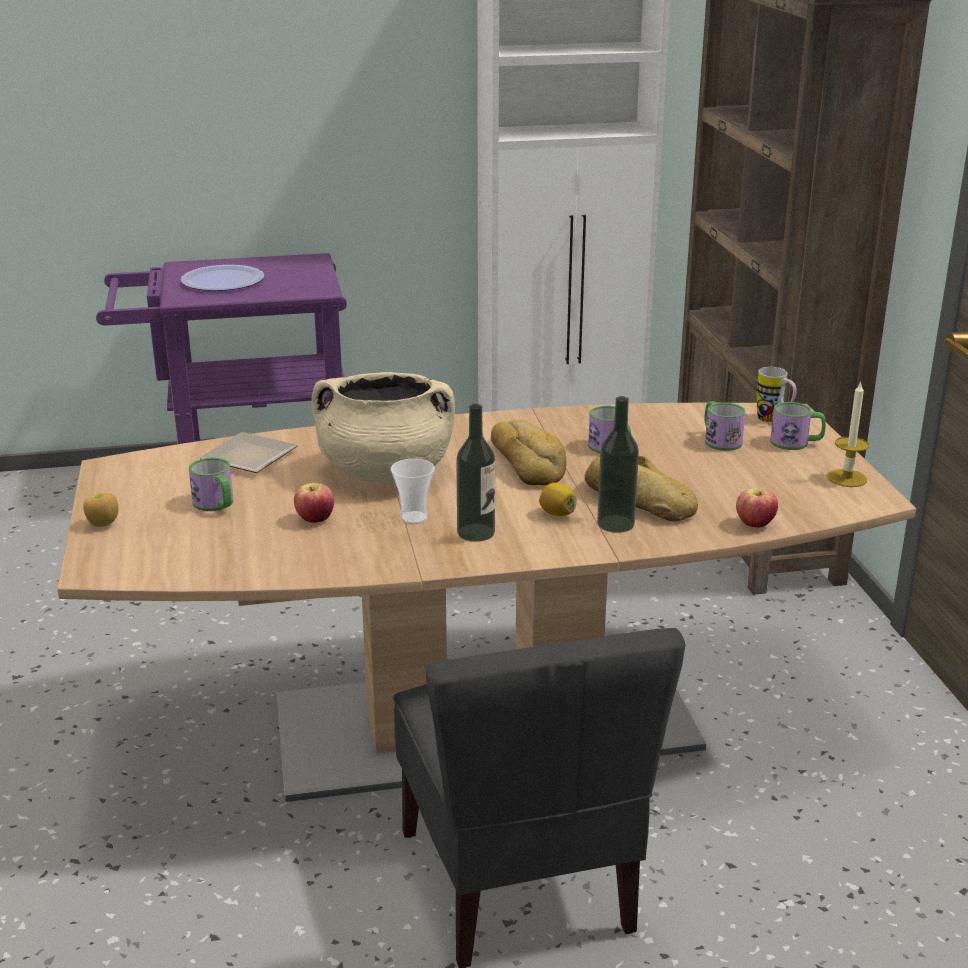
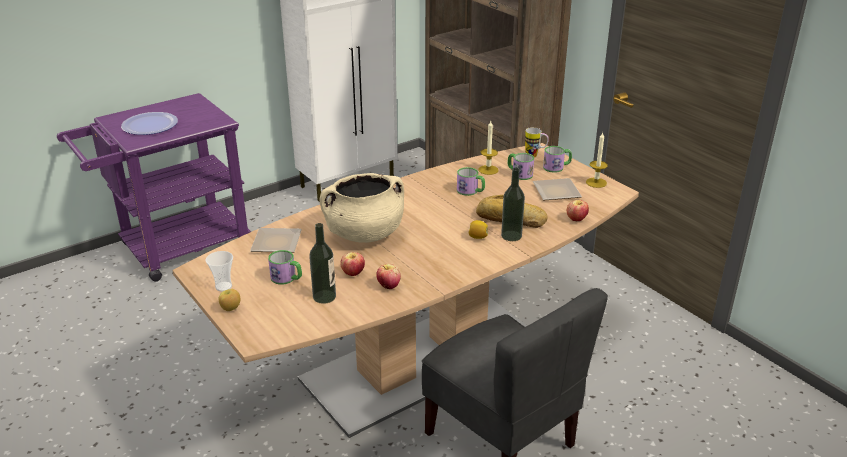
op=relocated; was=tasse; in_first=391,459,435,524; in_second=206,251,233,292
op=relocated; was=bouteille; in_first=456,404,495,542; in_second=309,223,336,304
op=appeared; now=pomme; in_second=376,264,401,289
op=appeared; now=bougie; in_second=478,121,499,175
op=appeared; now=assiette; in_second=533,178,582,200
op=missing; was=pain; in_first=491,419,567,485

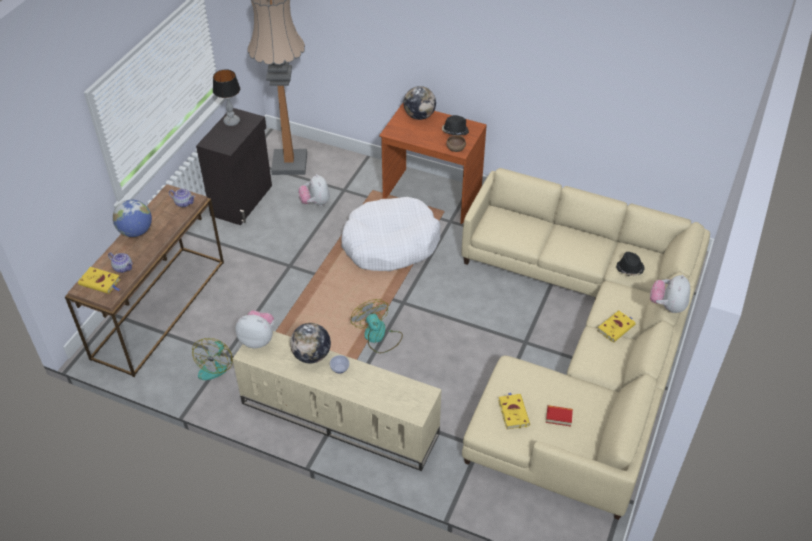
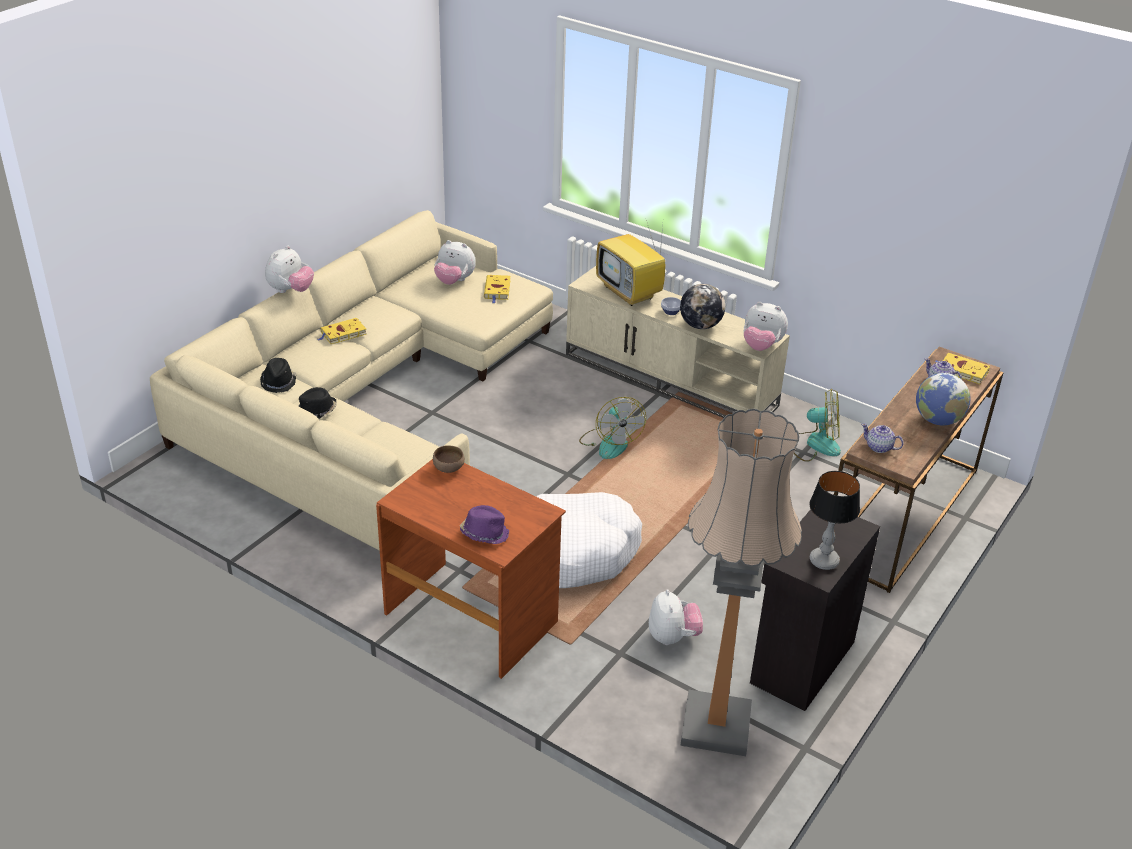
op=relocated; was=chapeau/noir; in_first=442,115,469,135; in_second=299,387,337,419
op=exchanged; was=livre; now=peluche; in_first=546,405,573,426; in_second=434,240,476,285
op=exchanged; was=globe; now=chapeau/violet; in_first=403,86,436,120; in_second=460,505,510,544
op=appeared; now=téléviseur; in_second=596,220,665,306
op=spun; was=ventilateur; in_first=192,338,233,380; in_second=794,389,841,462; clockwise=75

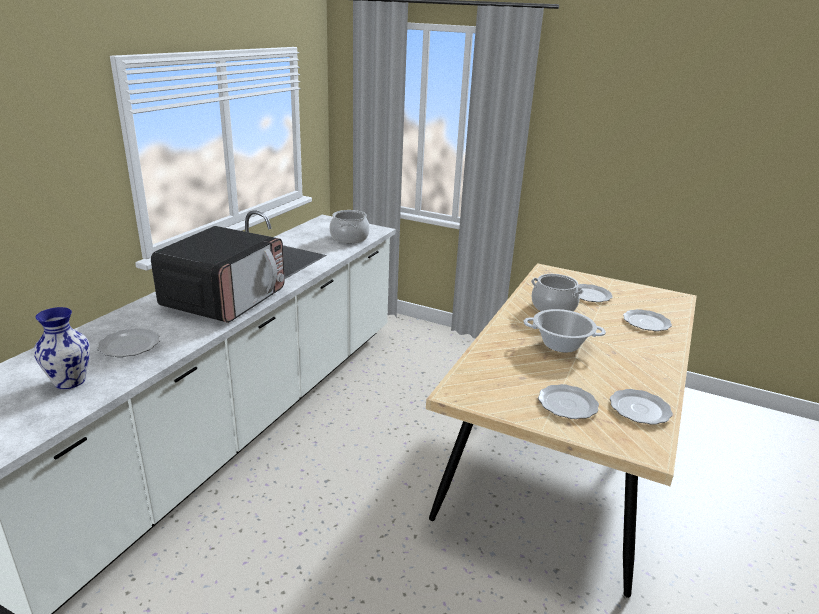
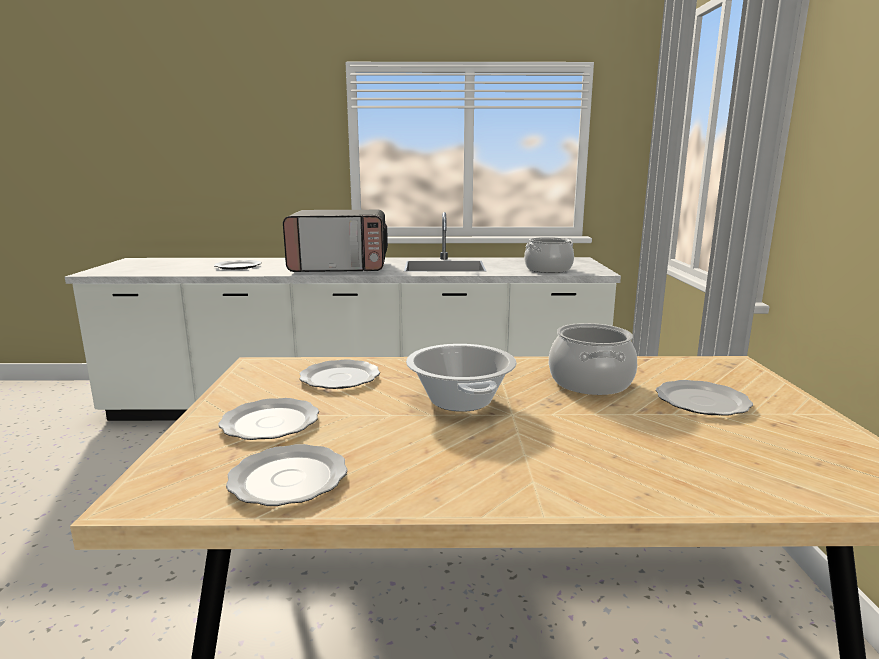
op=relocated; was=assiette; in_first=623,309,672,331; in_second=299,360,380,389
op=missing; was=vase; in_first=34,307,90,389

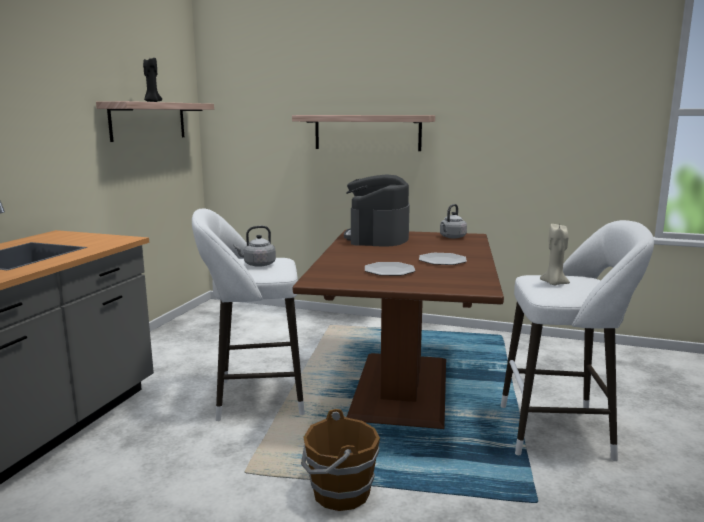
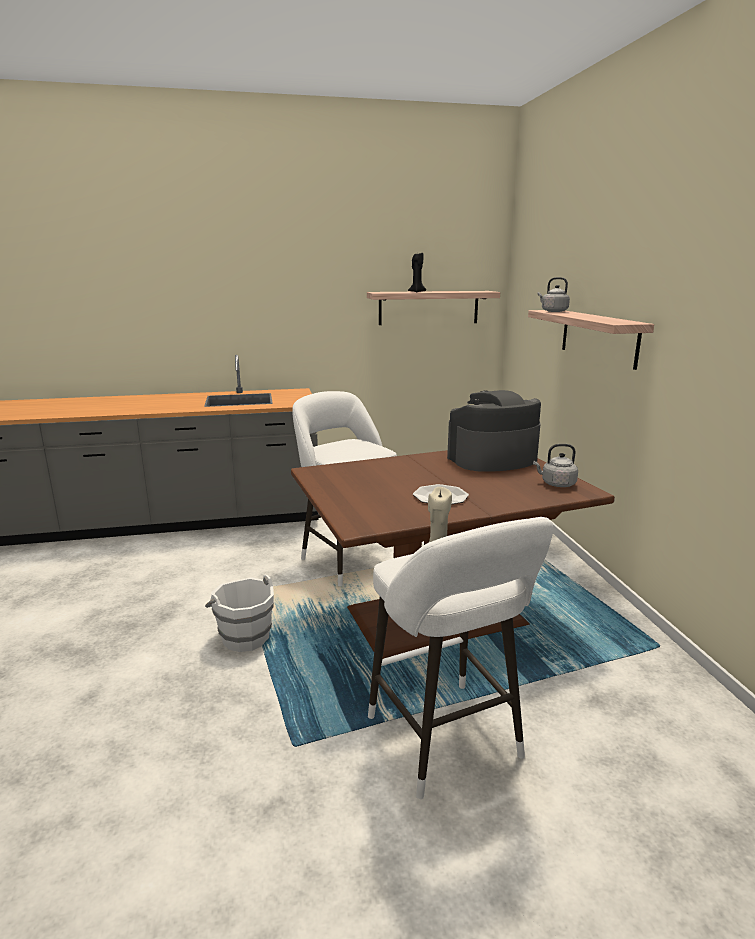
op=colour; was=seau/marron; now=seau/blanc; in_first=301,409,380,511; in_second=205,574,274,652
op=relocated; was=bouilloire/gris; in_first=233,226,276,267; in_second=538,277,570,312
op=missing; was=assiette; in_first=365,262,415,276

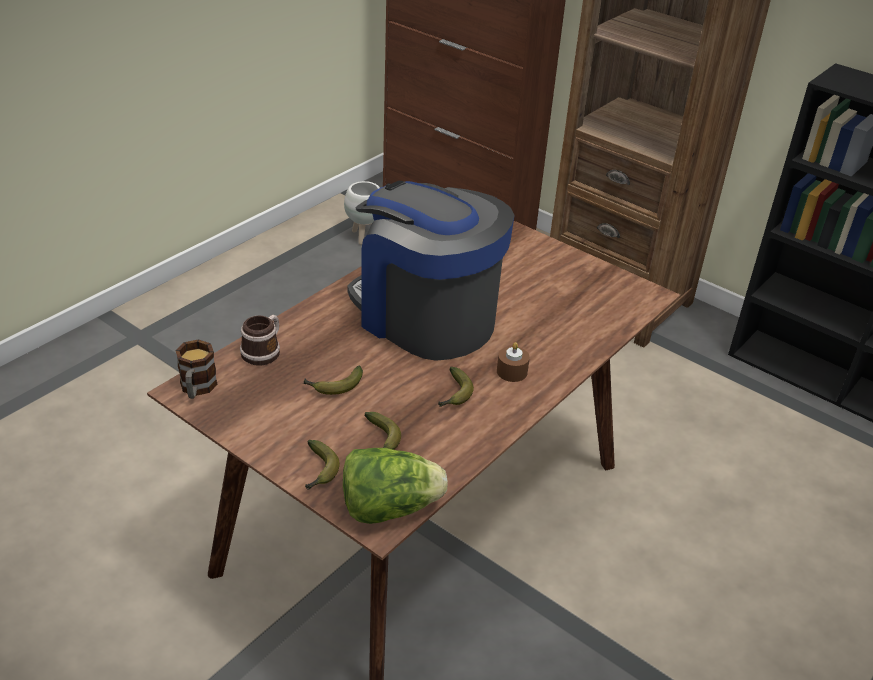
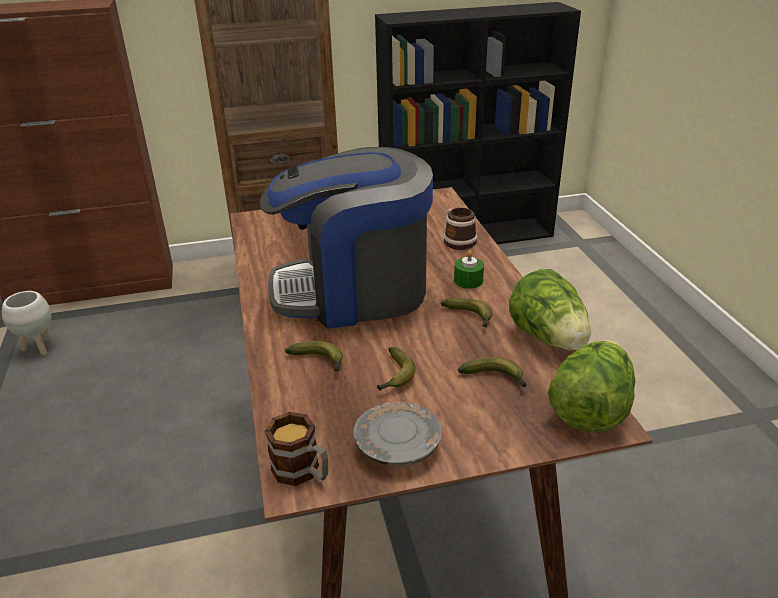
op=relocated; was=banane; in_first=305,440,340,490; in_second=285,341,343,372
op=appeared; now=assiette/gris; in_second=353,402,442,467
op=relocated; was=mug; in_first=240,315,280,366; in_second=444,208,477,250
op=colour; was=bougie/marron; now=bougie/vert; in_first=497,342,530,382; in_second=454,250,484,289
op=appeared; now=laitue; in_second=509,269,591,350

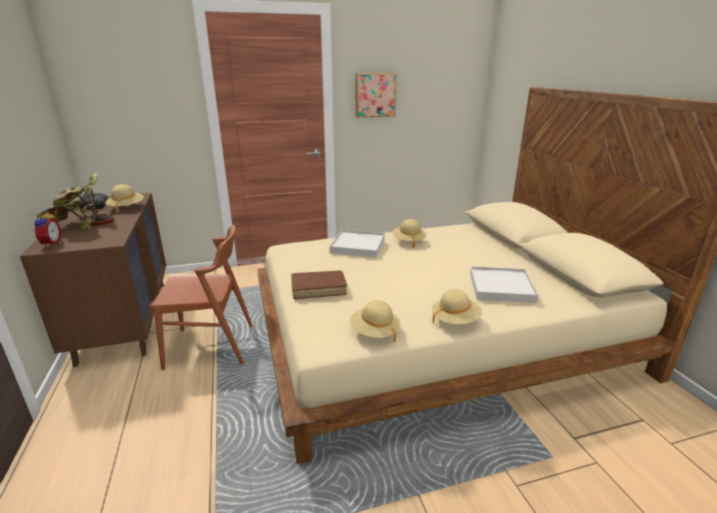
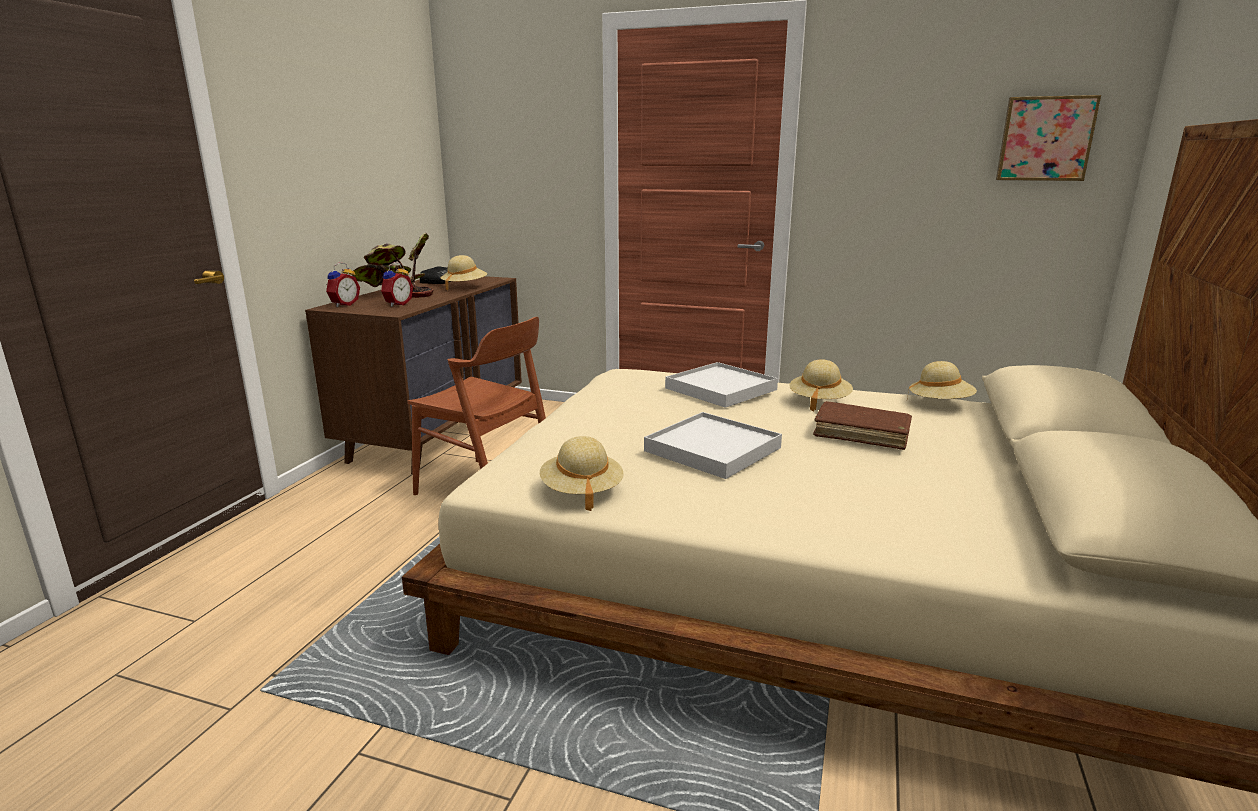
op=appeared; now=réveil; in_second=381,262,413,307
op=relocated; was=plateau/blanc; in_first=470,266,539,303; in_second=644,412,782,479
op=relocated; was=livre/marron; in_first=291,270,347,300; in_second=813,401,912,450
op=relocated; was=chapeau/beige; in_first=432,289,482,324; in_second=907,361,977,399
op=relocated; was=tableau; in_first=356,73,397,118; in_second=996,95,1101,181

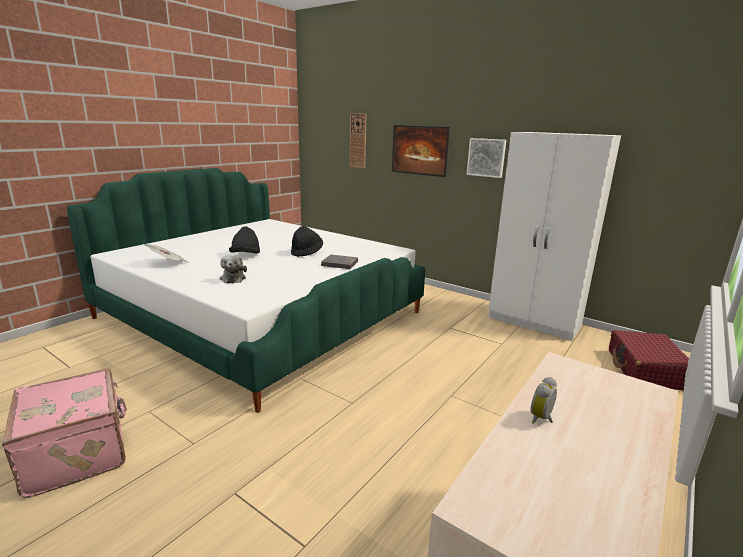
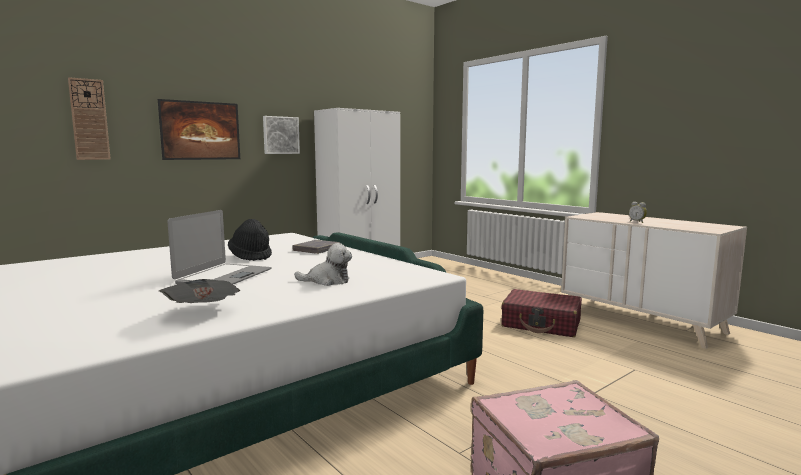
op=exchanged; was=chapeau/noir; now=ordinateur portable; in_first=229,226,260,254; in_second=167,210,272,285
op=relocated; was=valise/rouge; in_first=609,330,689,391; in_second=501,289,582,337

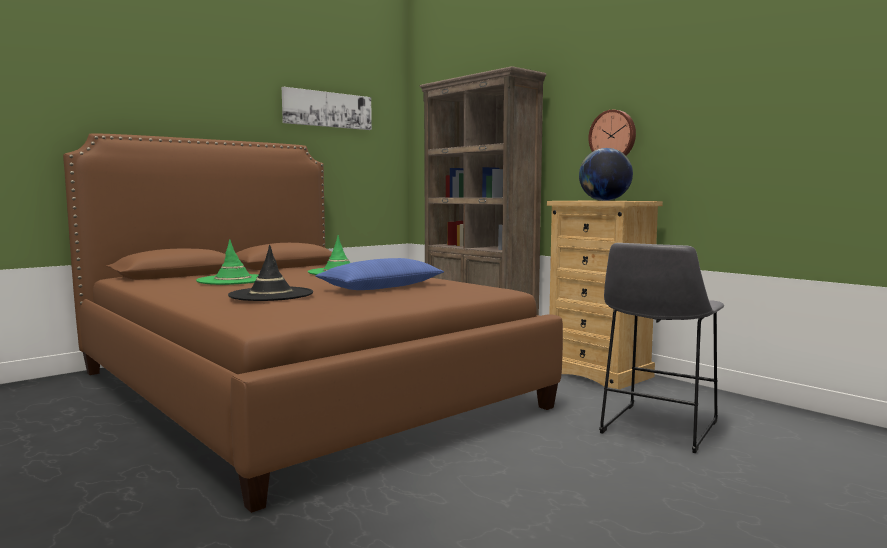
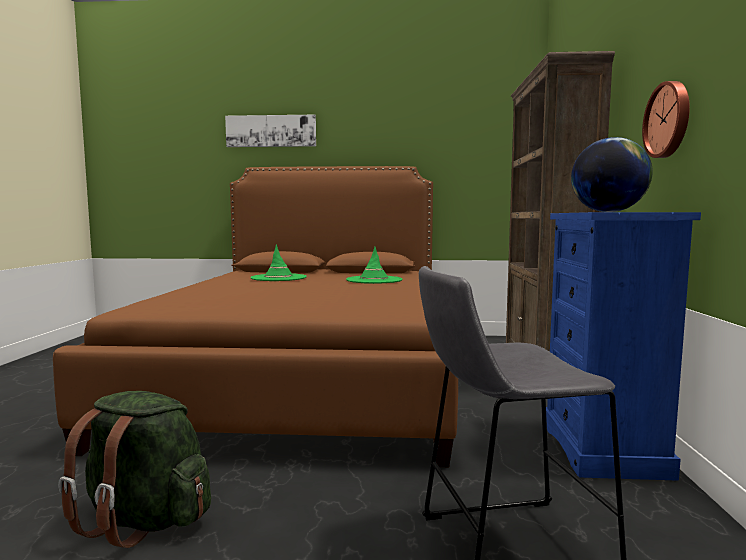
op=appeared; now=sac à dos/vert; in_second=58,391,211,548
op=relocated; was=tableau; in_first=282,87,372,130; in_second=225,115,316,147
op=colour; was=commode/beige; now=commode/bleu; in_first=547,201,663,389; in_second=546,212,701,481
op=missing; was=chapeau/noir; in_first=228,245,313,301
op=missing; was=coussin/bleu; in_first=315,258,444,290

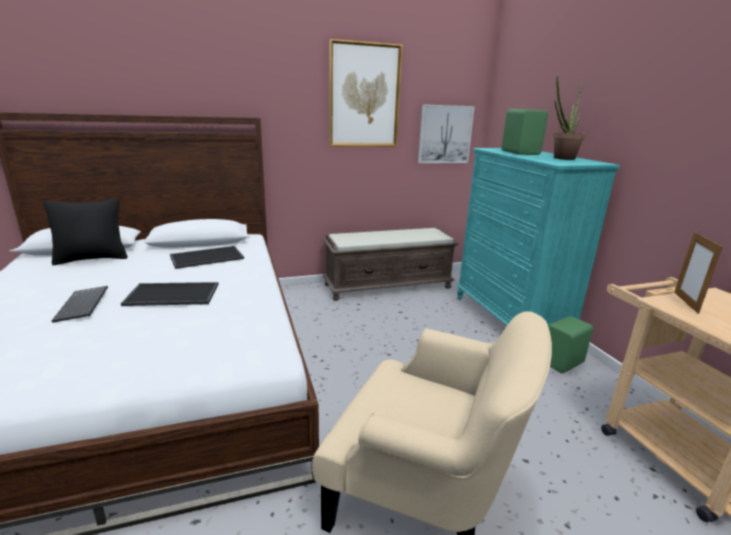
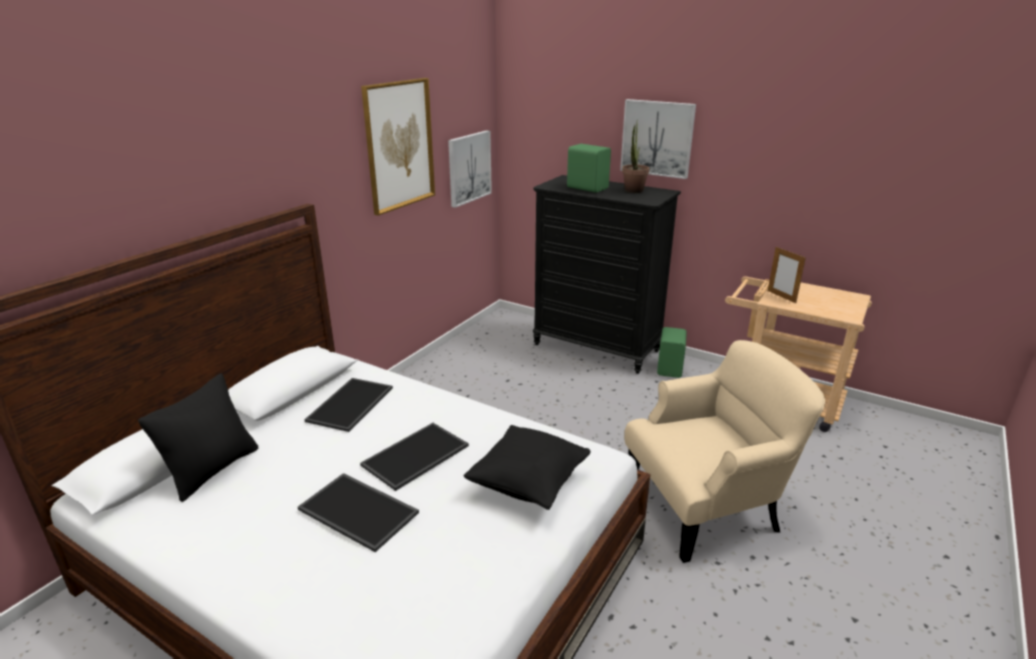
op=exchanged; was=clavier; now=plateau; in_first=52,286,108,323; in_second=298,473,419,552
op=appeared; now=coussin/noir; in_second=463,425,591,510
op=colour; was=commode/turquoise; now=commode/noir; in_first=457,148,620,326; in_second=533,175,681,374
op=appeared; now=tableau; in_second=620,99,696,179
op=missing; was=banc/marron; in_first=323,227,459,301

